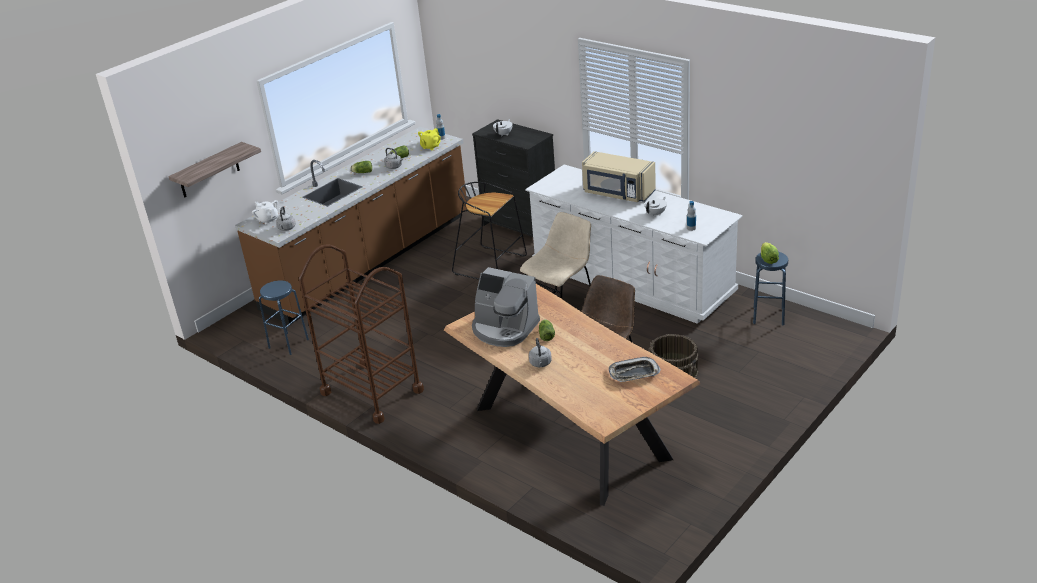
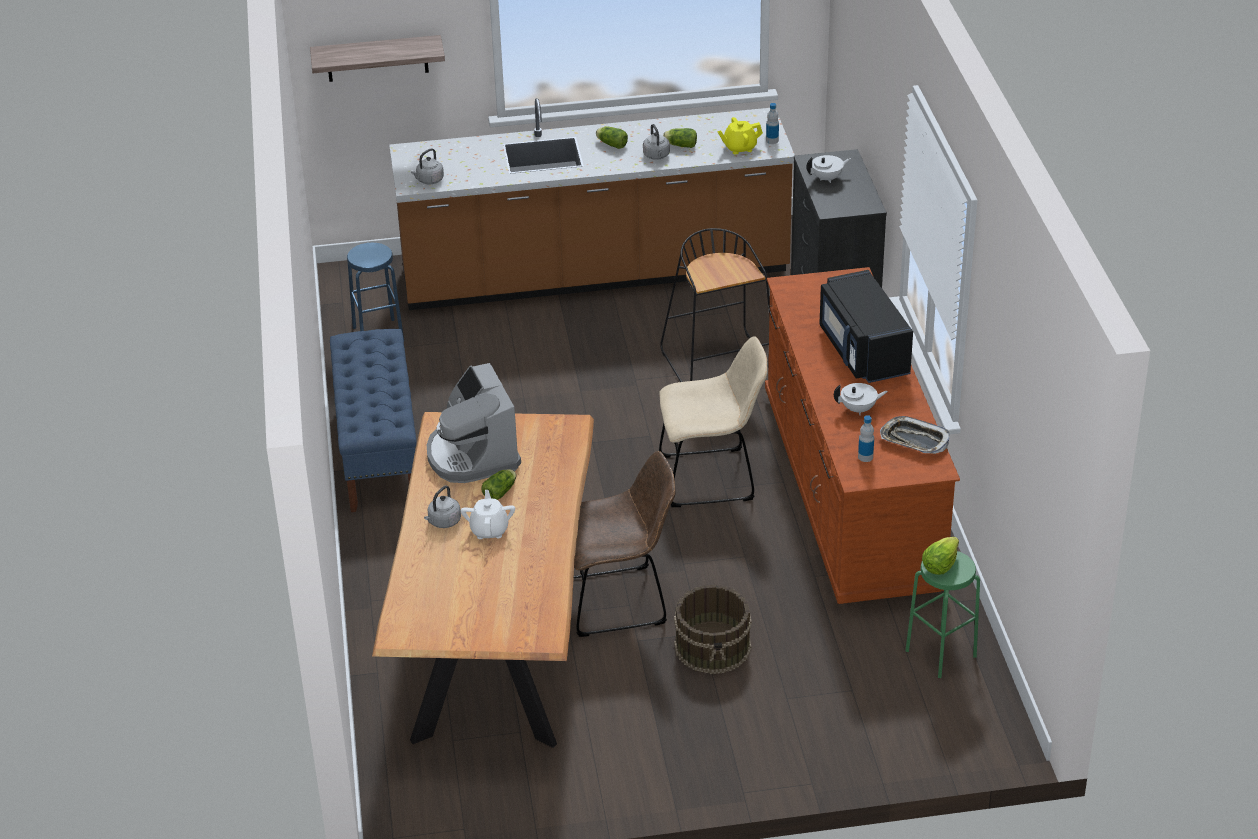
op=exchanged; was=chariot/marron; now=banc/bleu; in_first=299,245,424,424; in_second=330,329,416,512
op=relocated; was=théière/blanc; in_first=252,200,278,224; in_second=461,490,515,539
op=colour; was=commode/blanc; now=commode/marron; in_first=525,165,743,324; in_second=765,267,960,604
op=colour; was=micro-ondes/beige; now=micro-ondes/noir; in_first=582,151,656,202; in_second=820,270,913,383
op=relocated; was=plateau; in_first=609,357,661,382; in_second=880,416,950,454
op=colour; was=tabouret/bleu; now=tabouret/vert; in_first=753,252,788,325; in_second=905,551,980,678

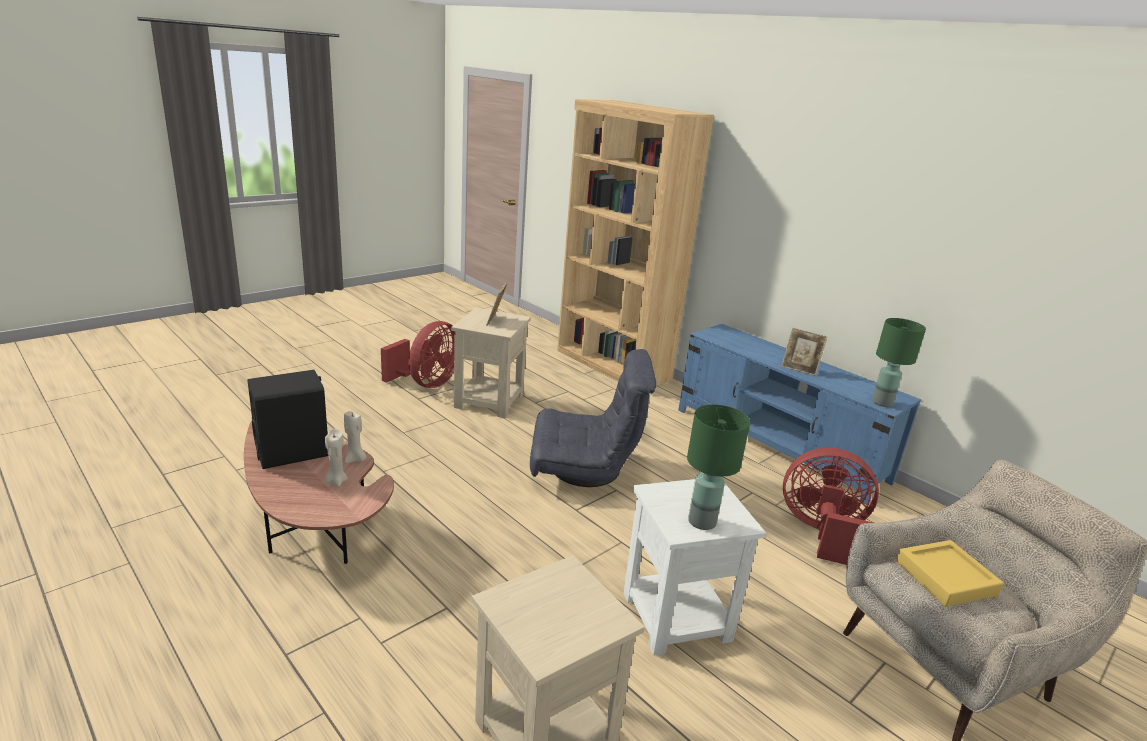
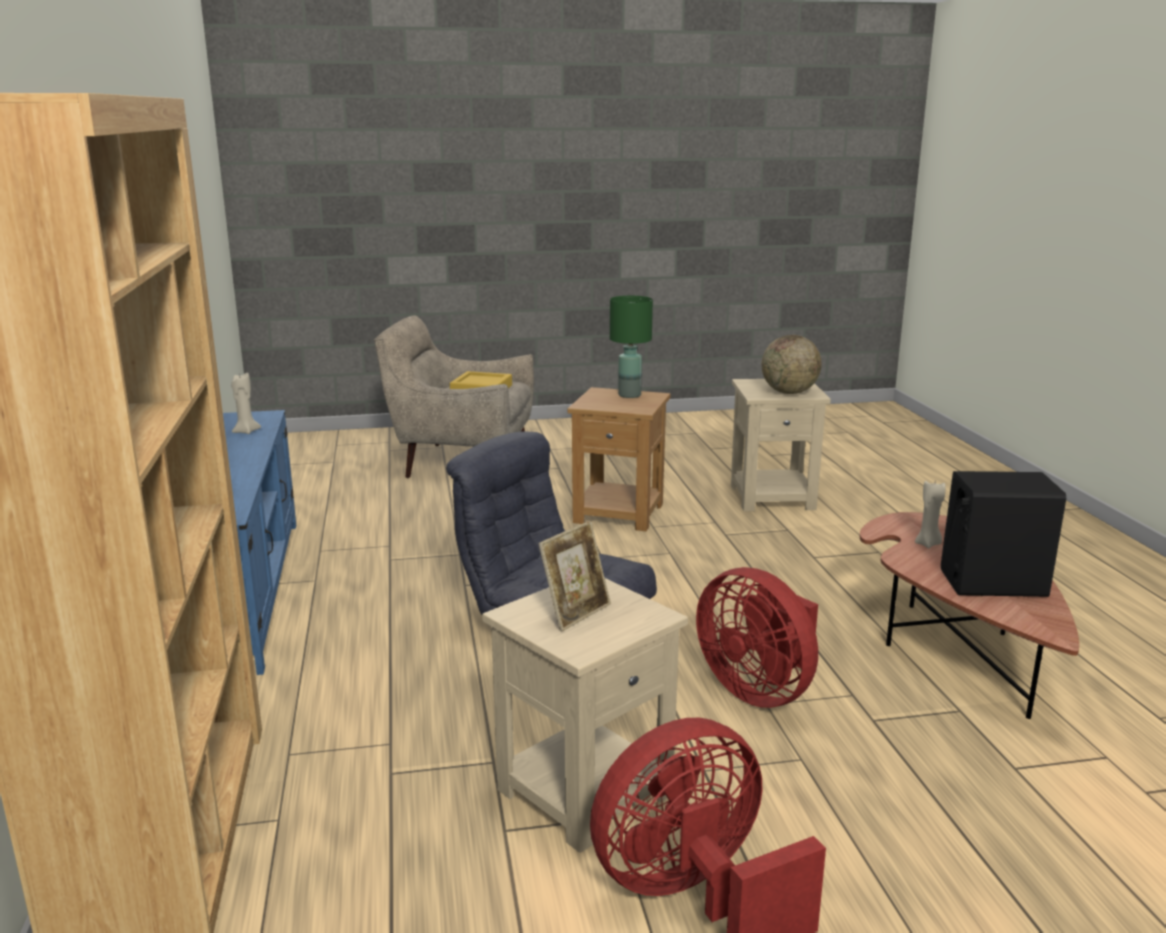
op=relocated; was=bougie/beige; in_first=344,411,366,463; in_second=231,373,261,434
op=colour; was=table d'appoint/blanc; now=table d'appoint/marron; in_first=623,479,766,656; in_second=567,387,670,531
op=relocated; was=ventilateur/rouge; in_first=783,448,879,565; in_second=696,567,818,708
op=appeared; now=globe; in_second=762,335,821,394
op=missing; was=cadre photo; in_first=781,328,828,376
op=missing; was=lampe de table/vert; in_first=872,318,926,407

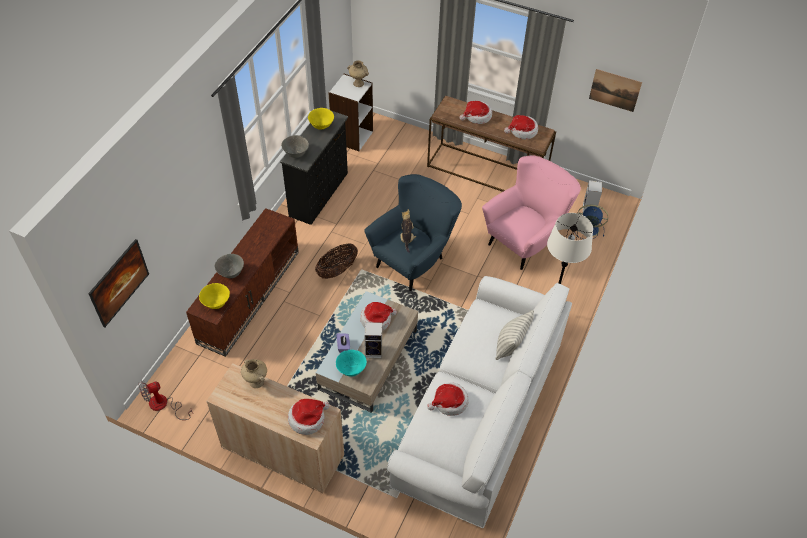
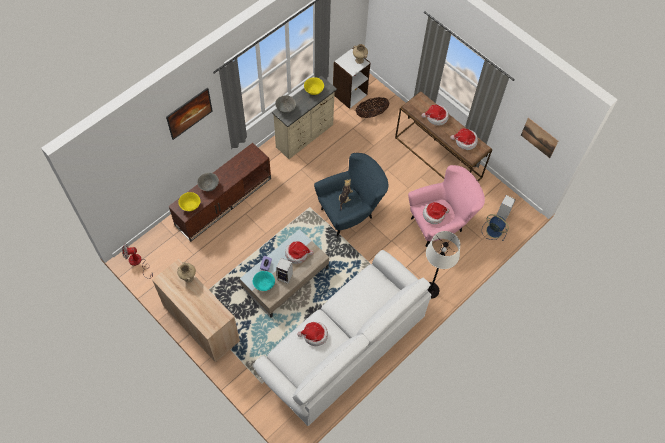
op=relocated; was=tableau; in_first=88,239,149,327; in_second=166,87,213,140
op=colour; was=commode/noir; now=commode/beige; in_first=280,111,348,225; in_second=272,76,337,159
op=relocated; was=panier; in_first=315,243,358,279; in_second=356,97,389,118
op=relocated; was=chapeau; in_first=288,399,329,435; in_second=423,202,450,224
op=missing; was=coussin; in_first=495,310,534,360

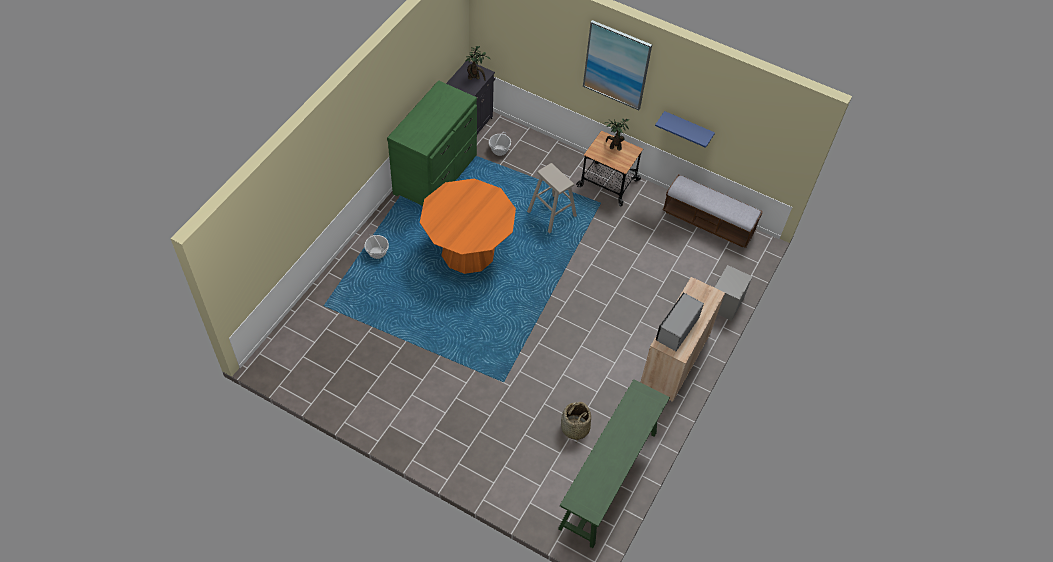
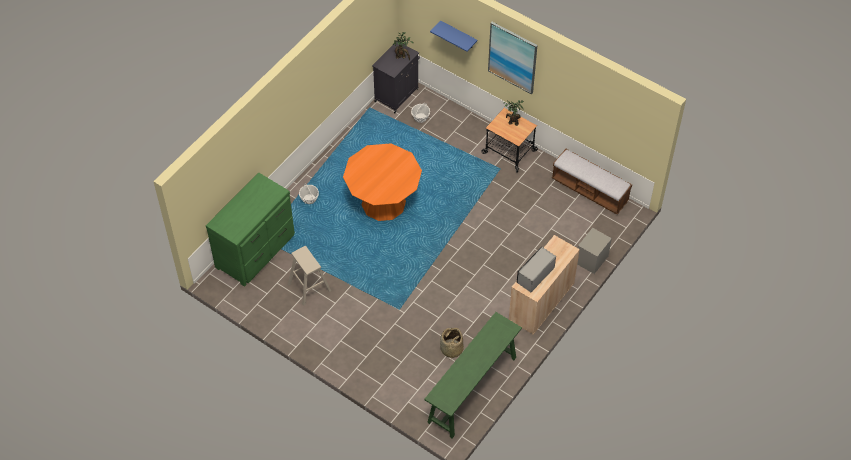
op=relocated; was=commode/vert; in_first=387,80,477,206; in_second=206,173,295,287
op=relocated; was=tabouret/beige; in_first=527,163,577,233; in_second=288,246,331,306
op=relocated; was=étagère/bleu; in_first=655,111,715,148; in_second=430,20,477,52

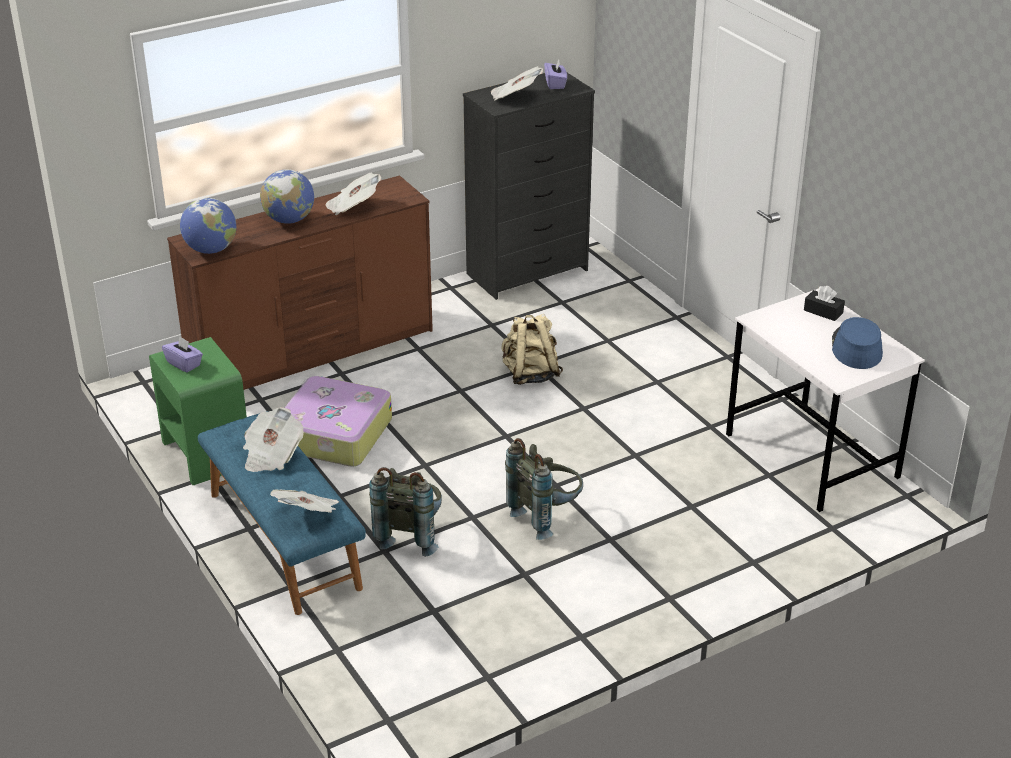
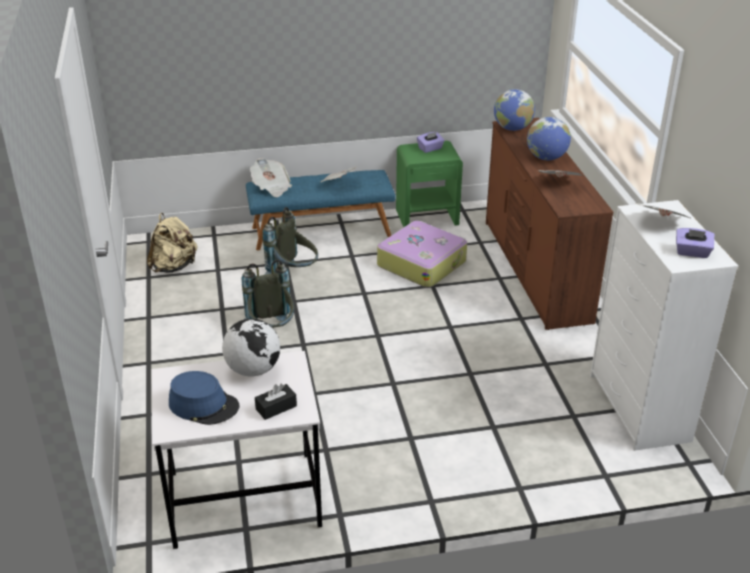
op=relocated; was=sac à dos/beige; in_first=502,314,563,385; in_second=147,213,198,273
op=appeared; now=globe; in_second=222,319,280,377
op=colour; was=commode/noir; now=commode/blanc; in_first=463,73,595,300; in_second=590,200,738,451

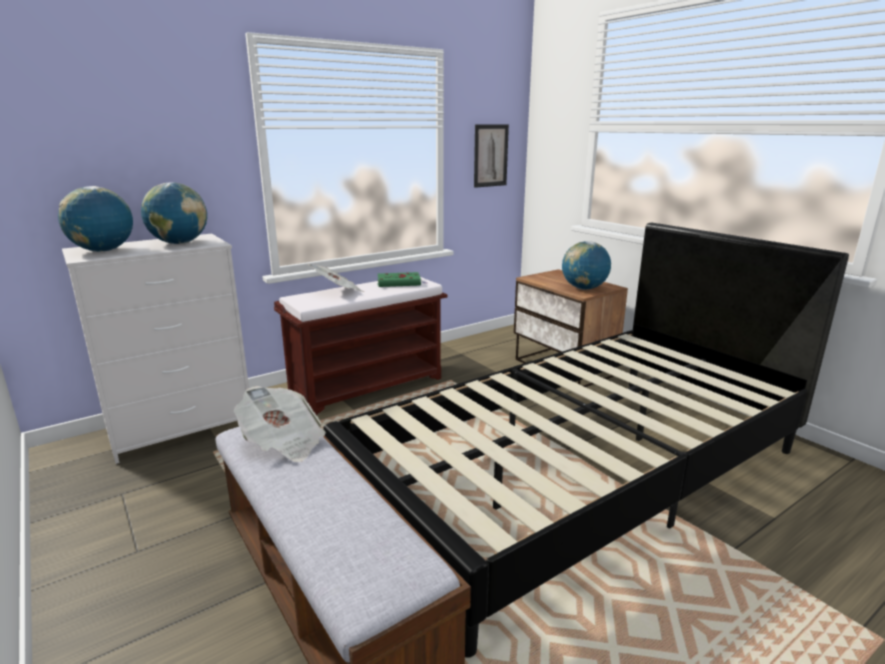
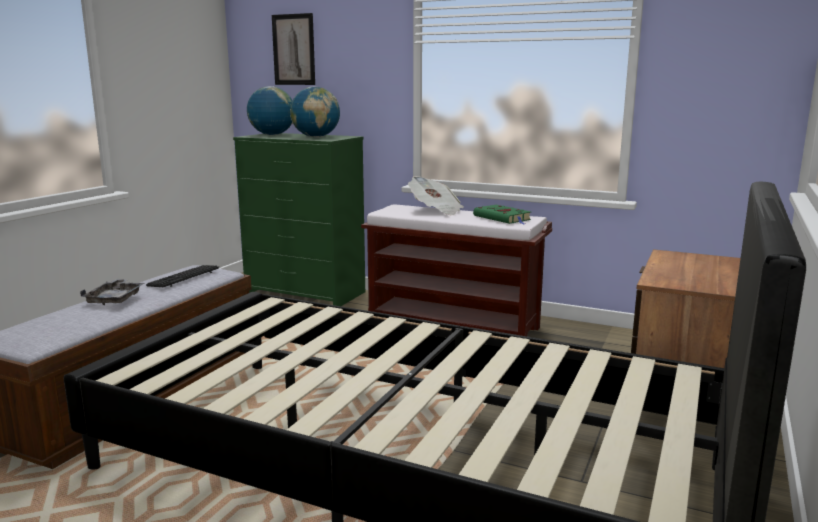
op=appeared; now=plateau/gris; in_second=80,279,144,305
op=exchanged; was=journal; now=clavier; in_first=234,386,326,462; in_second=146,265,219,287
op=colour; was=commode/blanc; now=commode/vert; in_first=62,234,249,464; in_second=233,133,365,306
op=relocated; was=tableau; in_first=474,125,509,188; in_second=272,13,315,85
op=missing; was=globe; in_first=562,241,611,290

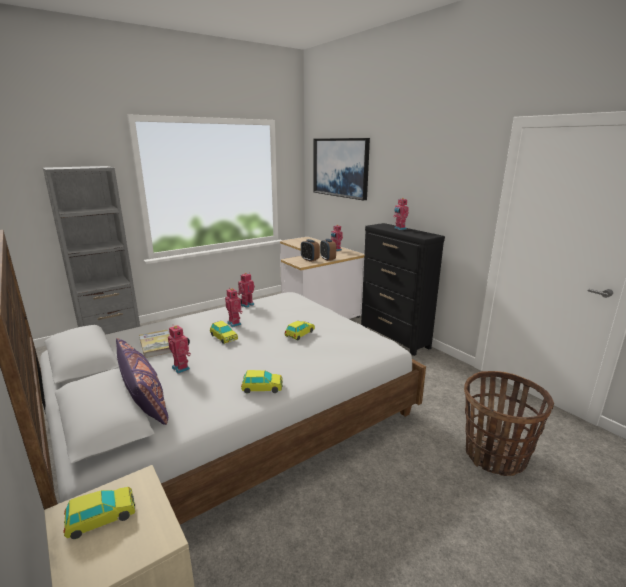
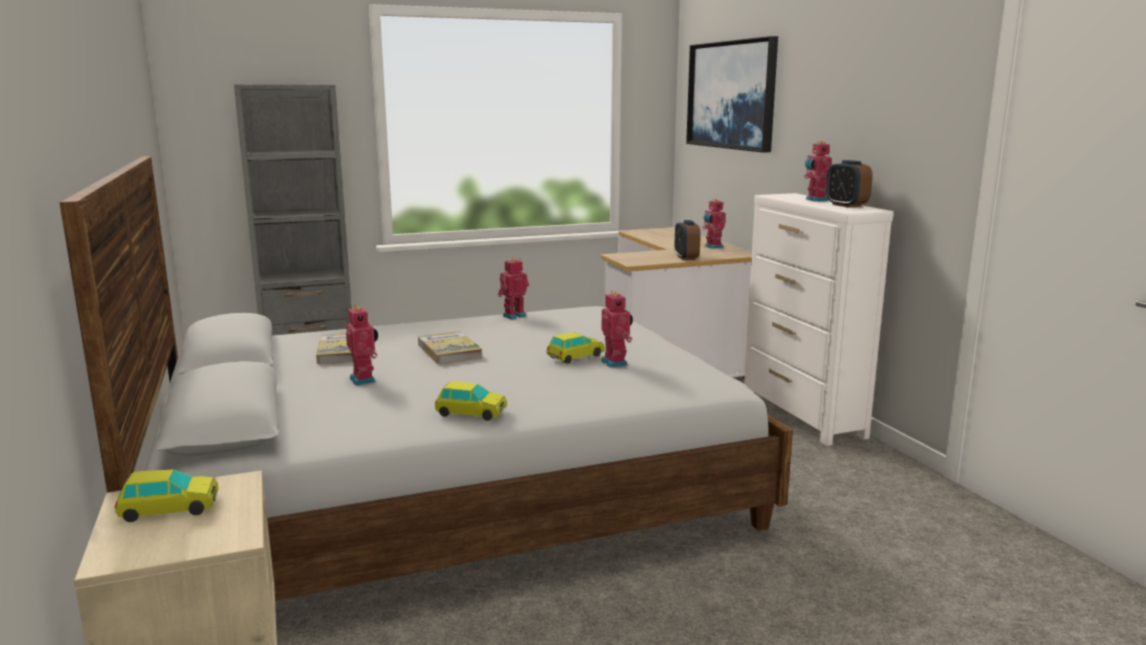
op=exchanged; was=petite voiture; now=livre; in_first=210,321,238,344; in_second=418,331,482,364
op=relocated; was=robot jouet; in_first=225,288,243,327; in_second=601,291,633,368
op=colour; was=commode/noir; now=commode/blanc; in_first=361,223,445,356; in_second=744,193,893,446
op=relocated; was=réveil; in_first=301,239,320,262; in_second=826,160,873,208
op=missing; was=coussin/violet; in_first=116,338,168,425
op=missing; was=panier; in_first=464,371,554,476

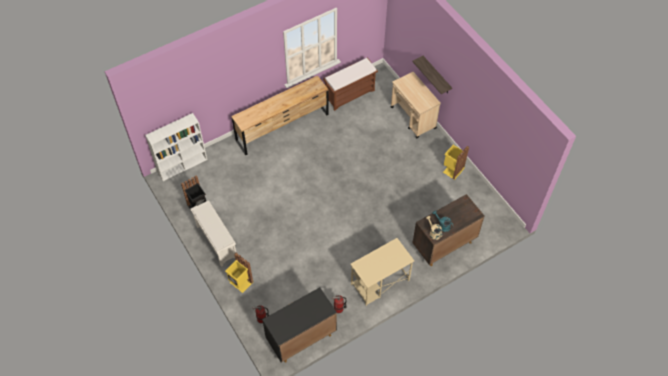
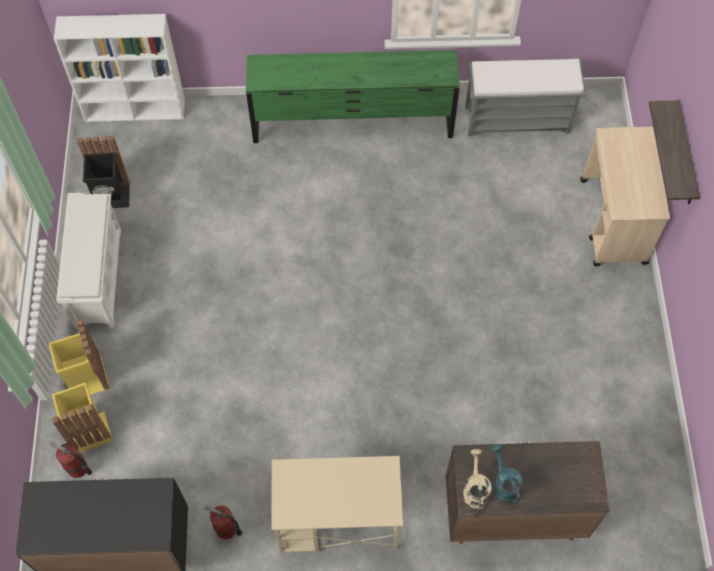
op=relocated; was=poubelle/jaune; in_first=443,145,469,180; in_second=52,383,113,453
op=colour; was=commode/marron; now=commode/vert; in_first=231,75,329,155; in_second=246,50,460,143
op=colour; was=banc/marron; now=banc/gris; in_first=323,58,378,111; in_second=465,59,586,136

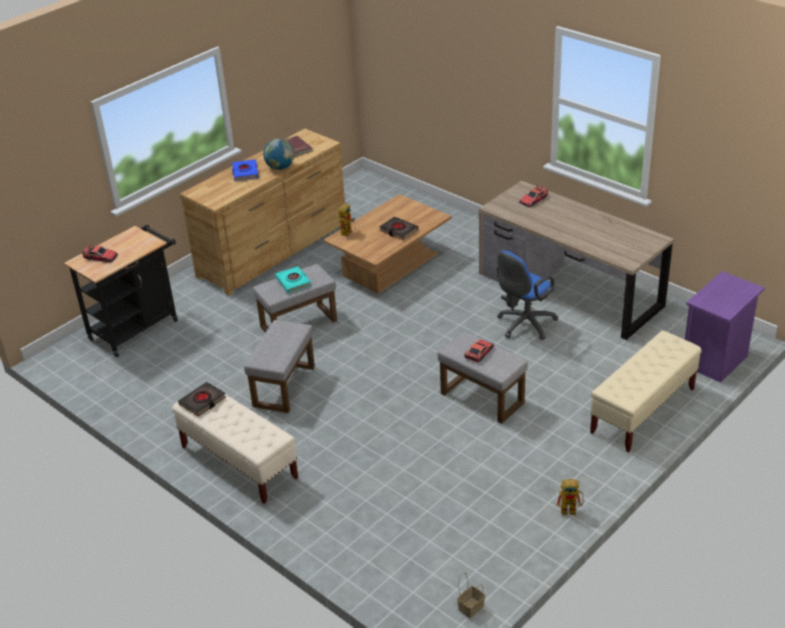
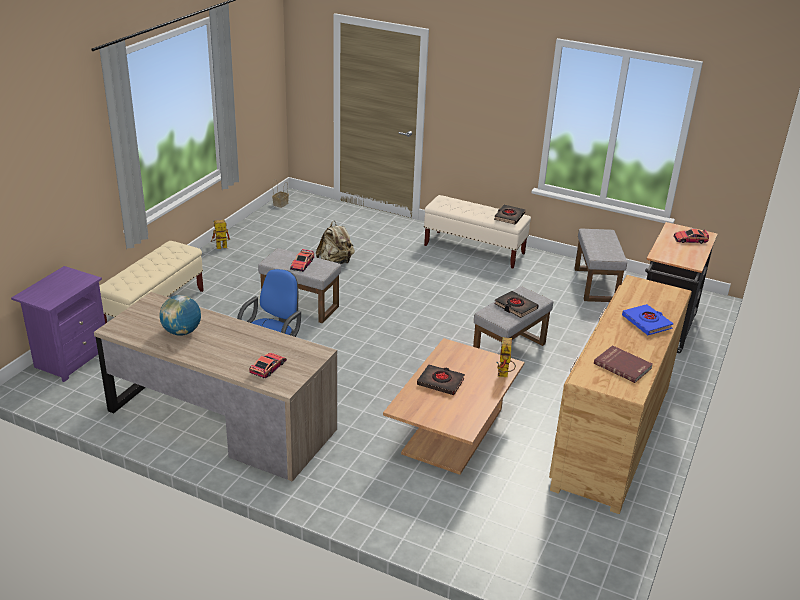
op=relocated; was=globe; in_first=263,139,294,170; in_second=160,295,201,336
op=appeared; now=sac à dos/beige; in_second=316,221,355,264
op=colour; was=livre/turquoise; now=livre/noir; in_first=275,266,311,293; in_second=494,291,539,318
op=relocated; was=pouf/gris; in_first=244,320,315,413; in_second=574,229,627,302

